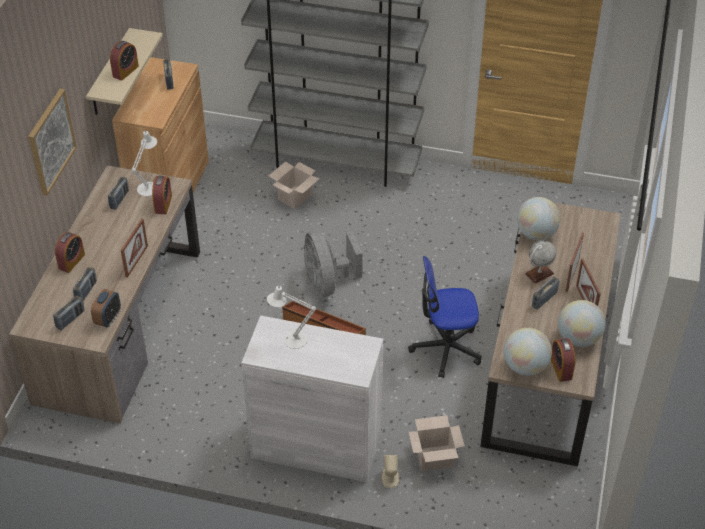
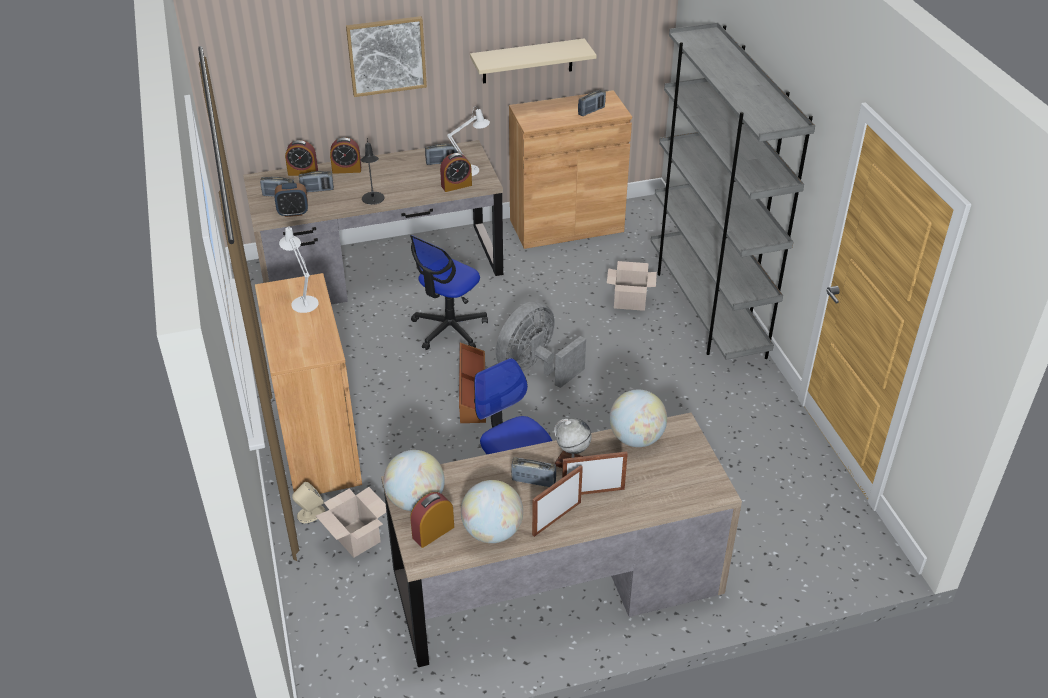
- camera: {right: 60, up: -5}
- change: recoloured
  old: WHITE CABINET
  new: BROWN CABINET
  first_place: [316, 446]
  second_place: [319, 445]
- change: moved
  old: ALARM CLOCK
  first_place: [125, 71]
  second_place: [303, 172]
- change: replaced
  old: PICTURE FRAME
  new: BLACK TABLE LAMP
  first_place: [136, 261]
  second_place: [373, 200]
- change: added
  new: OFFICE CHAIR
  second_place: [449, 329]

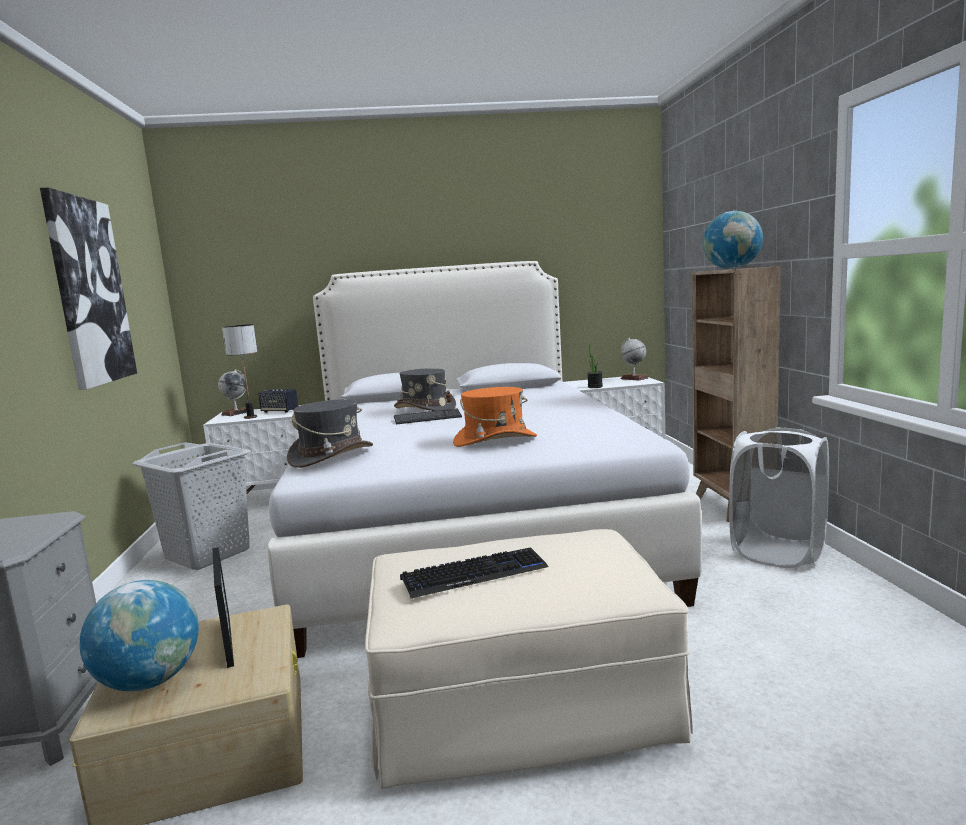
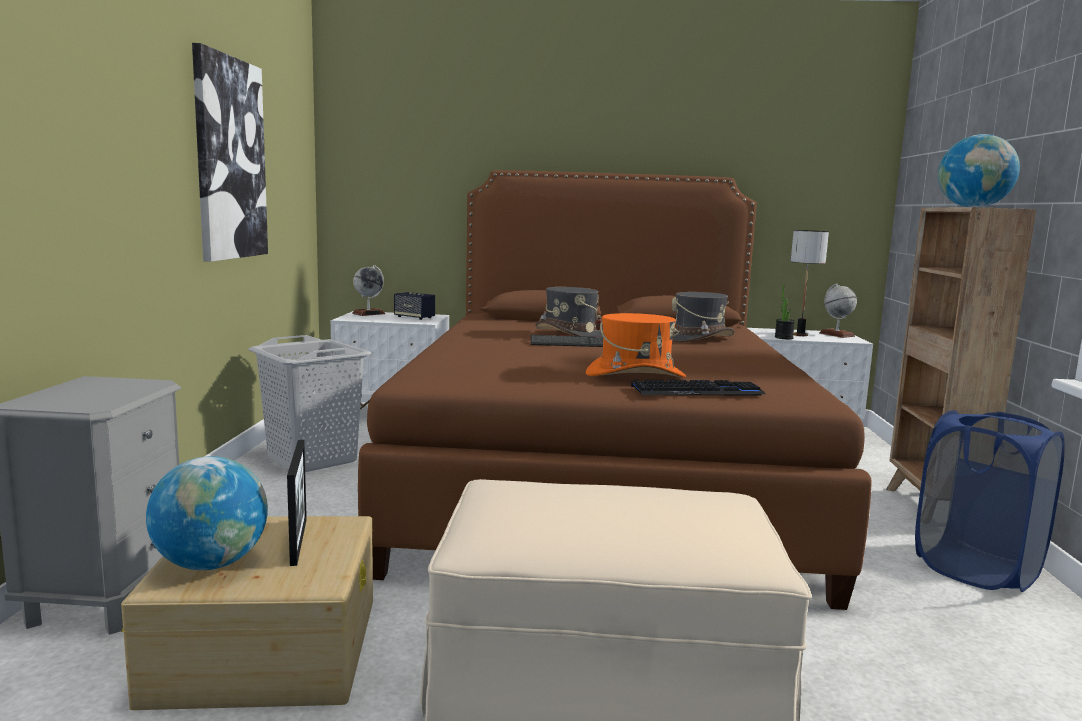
- camera: {right: 10, up: 0}
- change: recoloured
  old: WHITE BED
  new: BROWN BED
  first_place: [467, 528]
  second_place: [599, 479]
- change: moved
  old: KEYBOARD
  first_place: [474, 574]
  second_place: [697, 391]
- change: moved
  old: GREY HAT
  first_place: [331, 456]
  second_place: [698, 338]
- change: moved
  old: TABLE LAMP
  first_place: [251, 417]
  second_place: [800, 335]
- change: recoloured
  old: WHITE LAUNDRY BASKET
  new: BLUE LAUNDRY BASKET
  first_place: [778, 553]
  second_place: [976, 569]

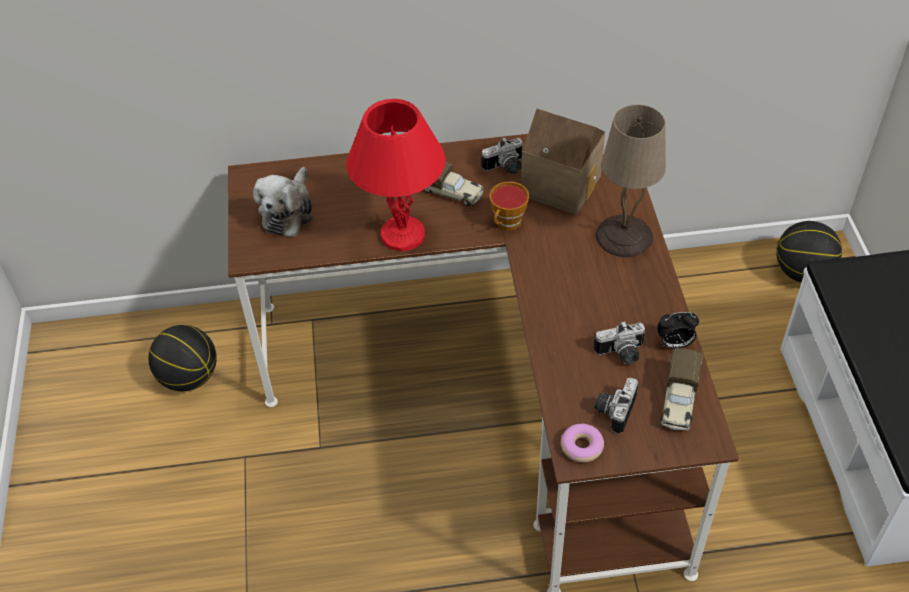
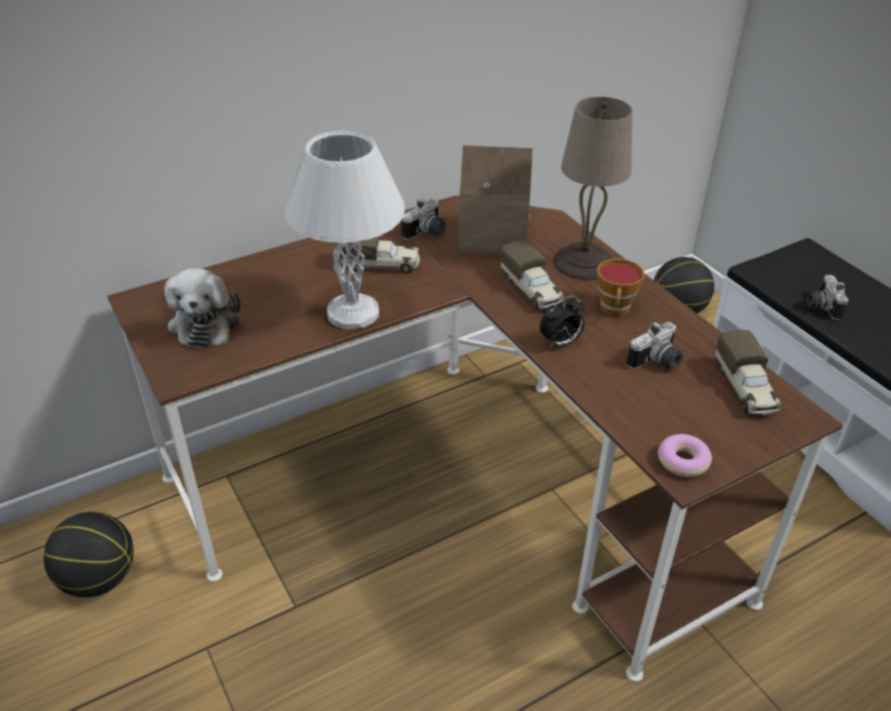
- camera: {right: -25, up: -10}
- change: recoloured
  old: RED TABLE LAMP
  new: WHITE TABLE LAMP
  first_place: [402, 236]
  second_place: [353, 314]
- change: added
  new: TOY TRUCK
  second_place: [532, 290]
- change: moved
  old: ALARM CLOCK
  first_place: [674, 344]
  second_place: [560, 343]
- change: moved
  old: CUP
  first_place: [507, 224]
  second_place: [615, 310]
- change: moved
  old: PHOTO CAMERA
  first_place: [613, 410]
  second_place: [820, 306]

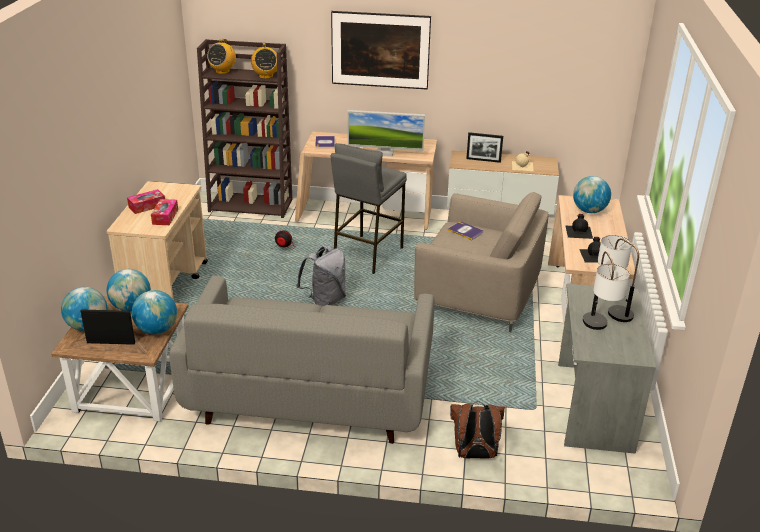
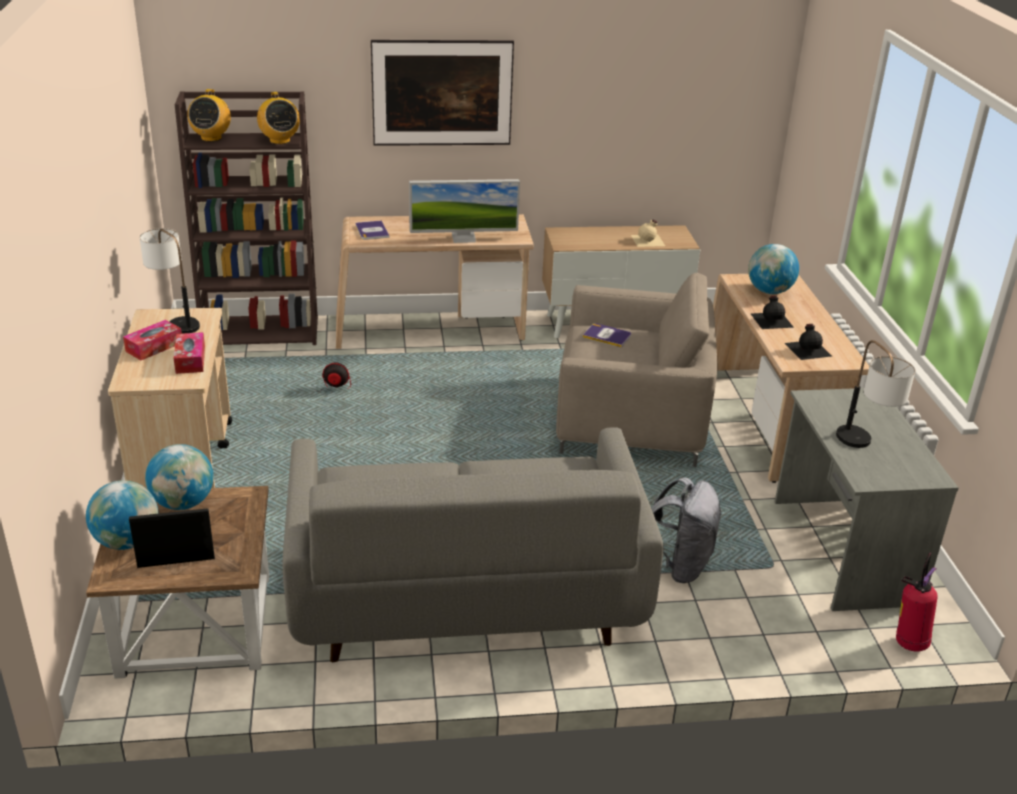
- camera: {right: -15, up: 0}
- change: moved
  old: TABLE LAMP
  first_place: [611, 308]
  second_place: [176, 321]
- change: moved
  old: GREY BACKPACK
  first_place: [325, 301]
  second_place: [678, 566]
- change: added
  new: FIRE EXTINGUISHER
  second_place: [909, 642]
- change: removed
  old: GLOBE
  first_place: [157, 330]
- change: removed
  old: GREY STOOL
  first_place: [367, 255]
- change: removed
  old: BROWN BACKPACK
  first_place: [474, 455]
- change: removed
  old: PICTURE FRAME
  first_place: [483, 160]

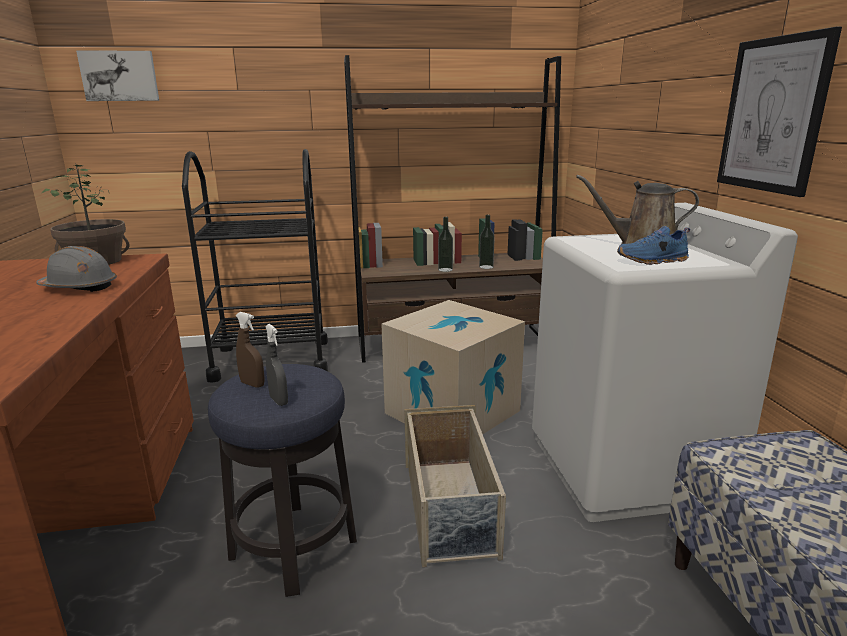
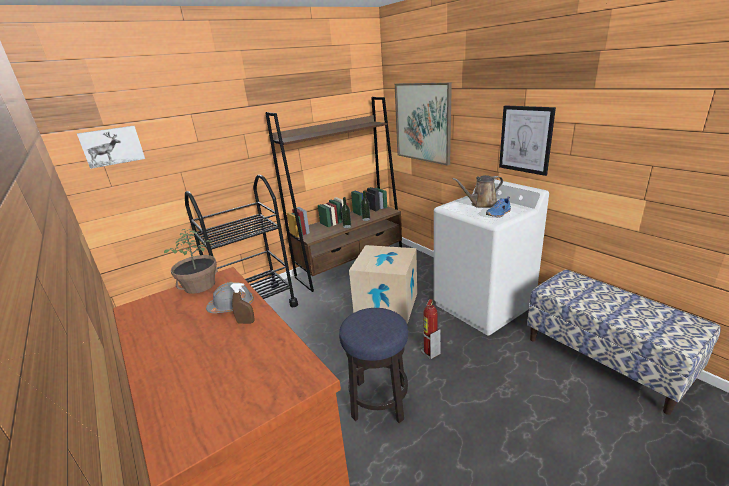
- camera: {right: -25, up: 5}
- change: moved
  old: BROWN SPRAY BOTTLE
  first_place: [252, 384]
  second_place: [246, 322]
- change: added
  new: PICTURE
  second_place: [422, 122]
- change: replaced
  old: BEIGE STORAGE BOX
  new: FIRE EXTINGUISHER
  first_place: [450, 509]
  second_place: [430, 353]
- change: removed
  old: GREY SPRAY BOTTLE
  first_place: [279, 400]

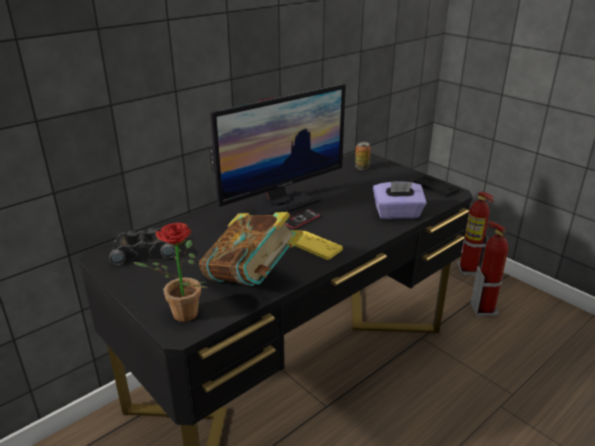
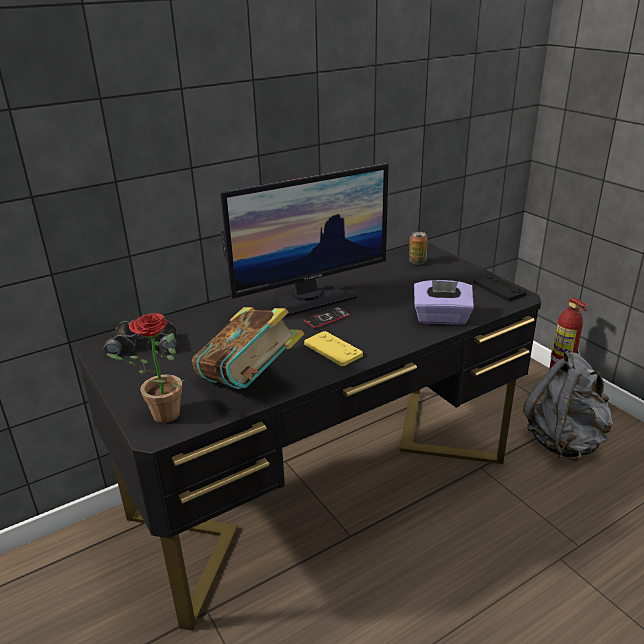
- camera: {right: 10, up: 0}
- change: replaced
  old: FIRE EXTINGUISHER
  new: GREY BACKPACK
  first_place: [483, 310]
  second_place: [565, 441]

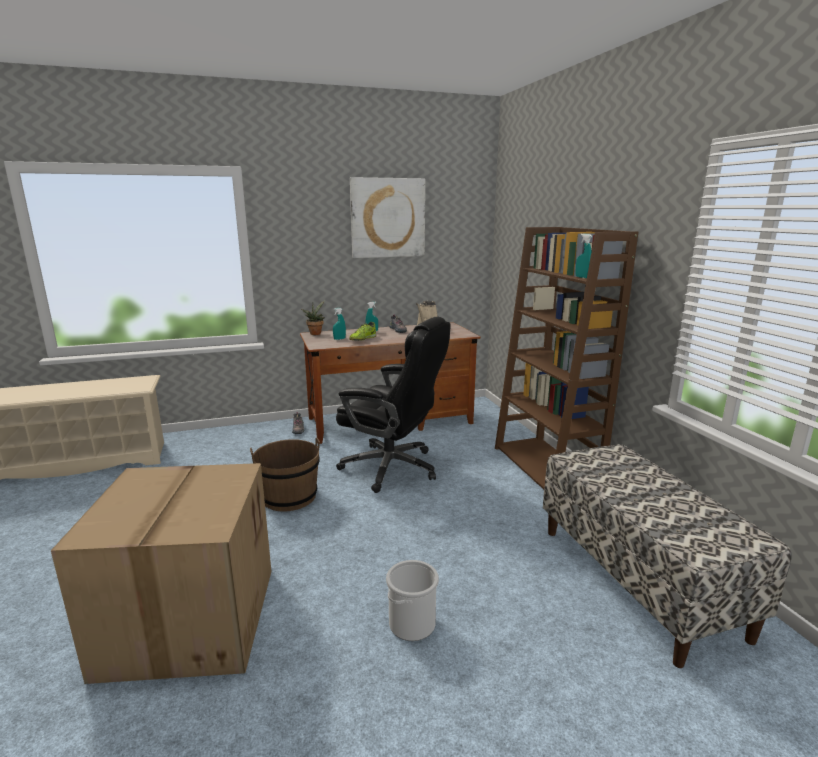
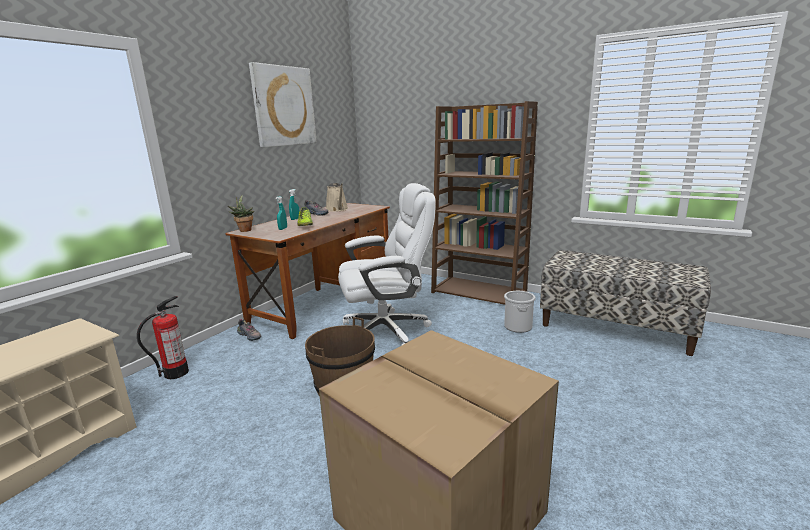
- camera: {right: -40, up: 0}
- change: added
  new: FIRE EXTINGUISHER
  second_place: [176, 373]
- change: recoloured
  old: BLACK OFFICE CHAIR
  new: WHITE OFFICE CHAIR
  first_place: [392, 468]
  second_place: [387, 331]
- change: moved
  old: BUCKET
  first_place: [412, 624]
  second_place: [518, 327]
- change: removed
  old: TURQUOISE SPRAY BOTTLE
  first_place: [582, 277]

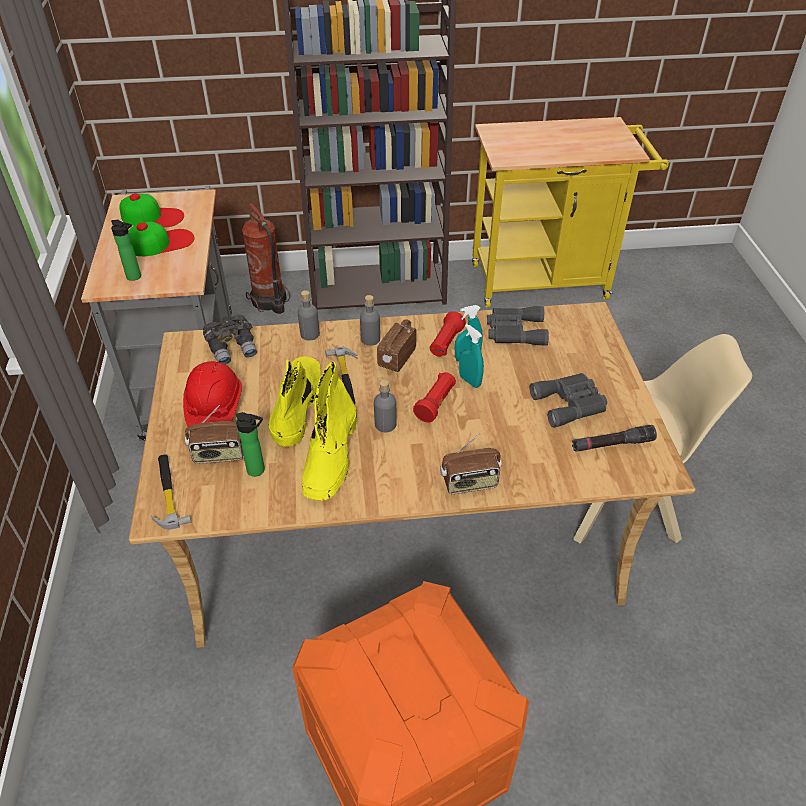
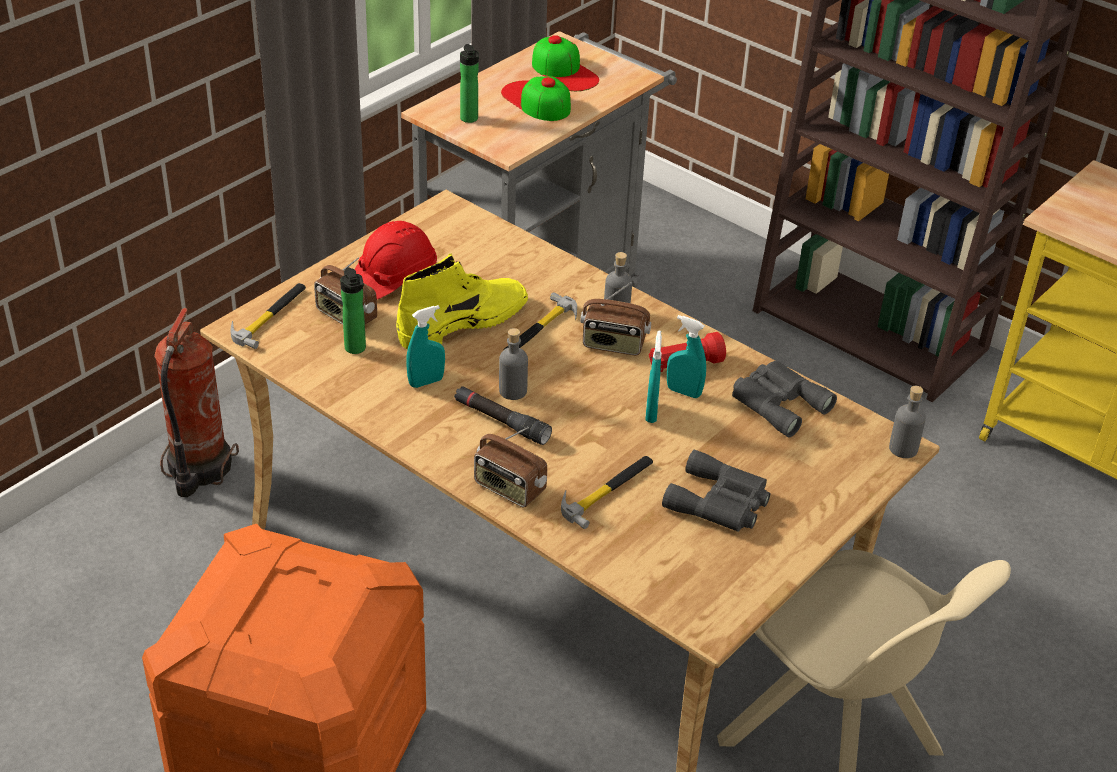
- camera: {right: 45, up: -5}
- change: moved
  old: FIRE EXTINGUISHER
  first_place: [269, 302]
  second_place: [197, 469]
- change: replaced
  old: YELLOW BOOT
  new: TURQUOISE SPRAY BOTTLE
  first_place: [330, 457]
  second_place: [426, 382]
- change: moved
  old: BLACK FLASHLIGHT
  first_place: [612, 444]
  second_place: [501, 421]
- change: turned
  old: CAP
  first_place: [161, 242]
  second_place: [536, 101]
  degrees: -150
- change: added
  new: HAMMER
  second_place: [607, 490]
- change: turned
  old: RADIO
  first_place: [396, 358]
  second_place: [613, 345]
  degrees: -150
- change: moved
  old: GREY BOTTLE
  first_place: [310, 334]
  second_place: [903, 448]
- change: removed
  old: GREY BINOCULARS
  first_place: [233, 349]
- change: removed
  old: RED FLASHLIGHT
  first_place: [436, 404]

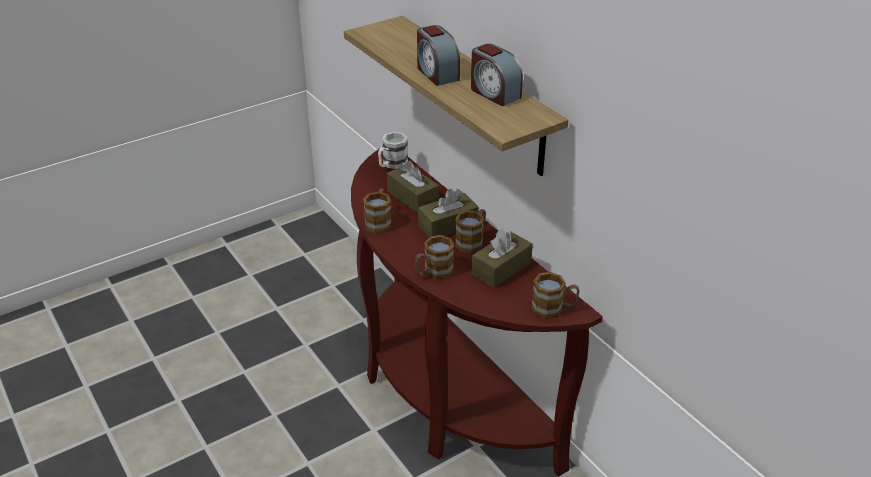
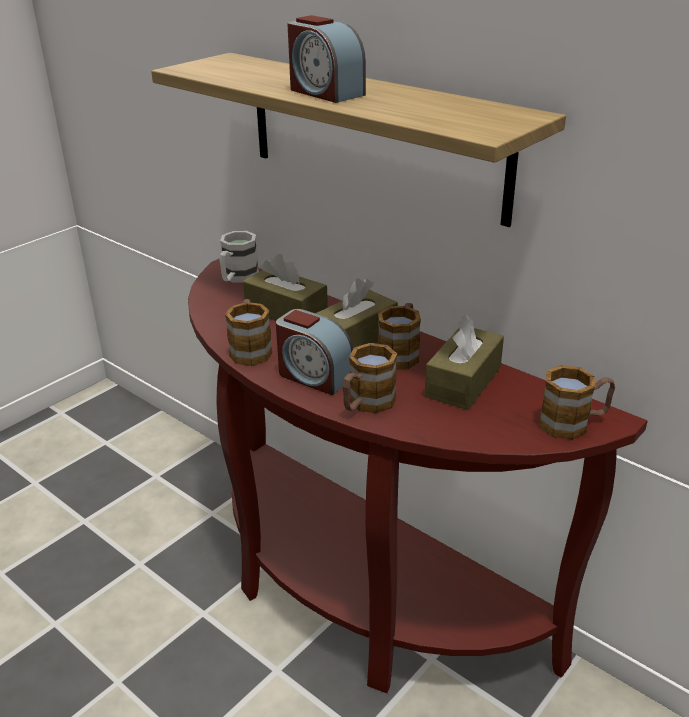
- camera: {right: -15, up: -5}
- change: moved
  old: ALARM CLOCK
  first_place: [494, 93]
  second_place: [314, 376]

